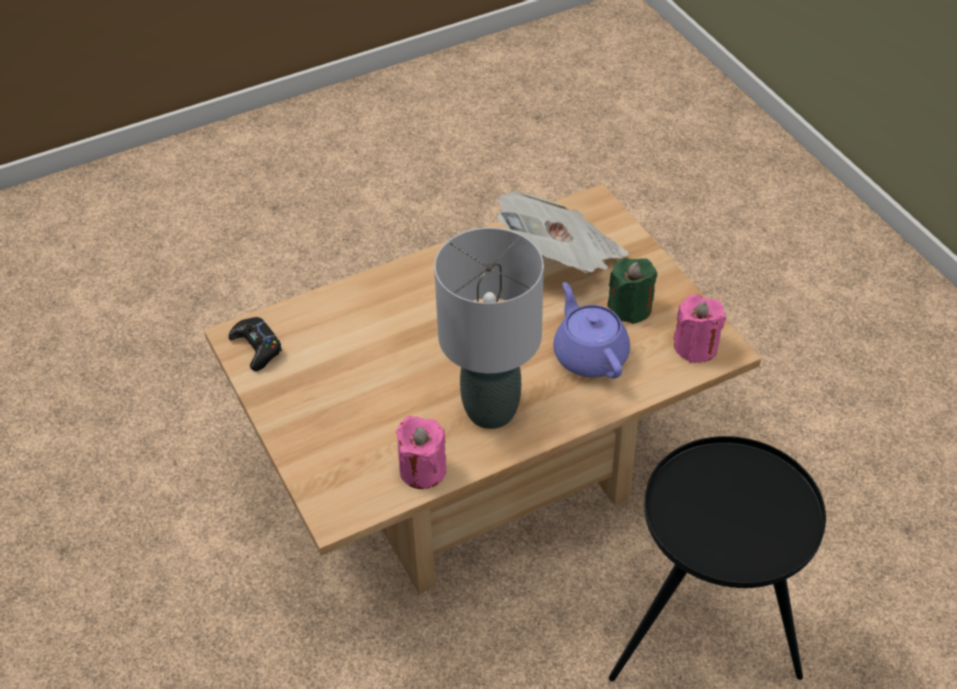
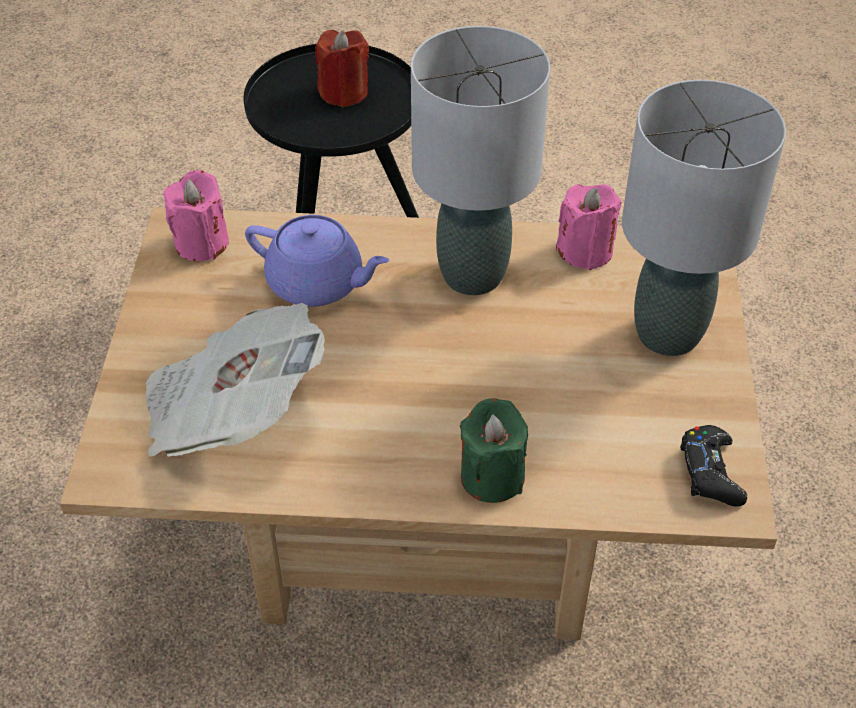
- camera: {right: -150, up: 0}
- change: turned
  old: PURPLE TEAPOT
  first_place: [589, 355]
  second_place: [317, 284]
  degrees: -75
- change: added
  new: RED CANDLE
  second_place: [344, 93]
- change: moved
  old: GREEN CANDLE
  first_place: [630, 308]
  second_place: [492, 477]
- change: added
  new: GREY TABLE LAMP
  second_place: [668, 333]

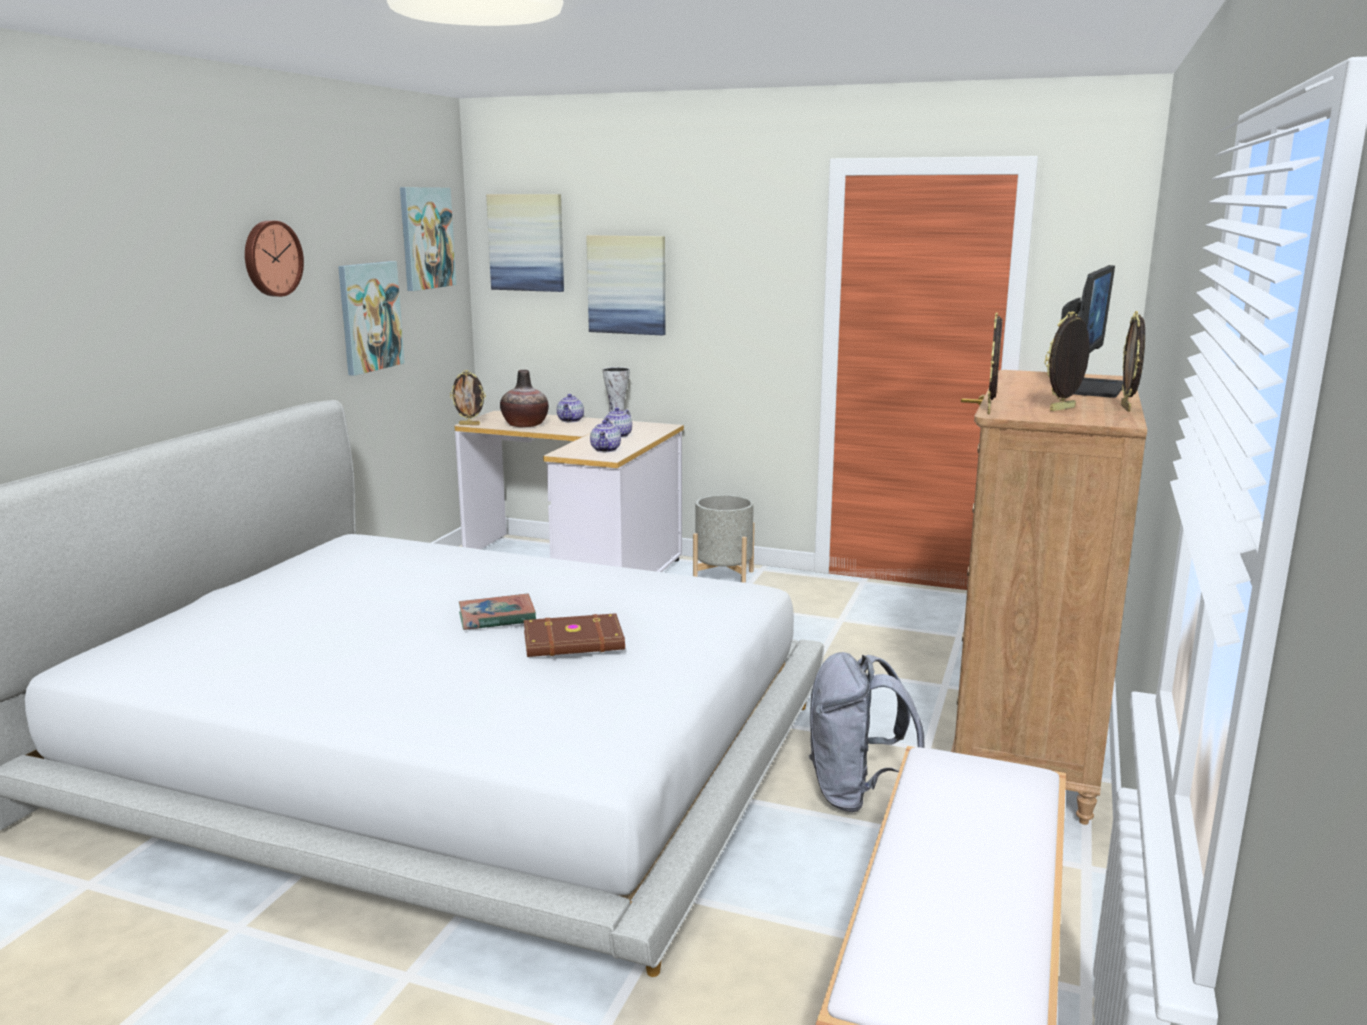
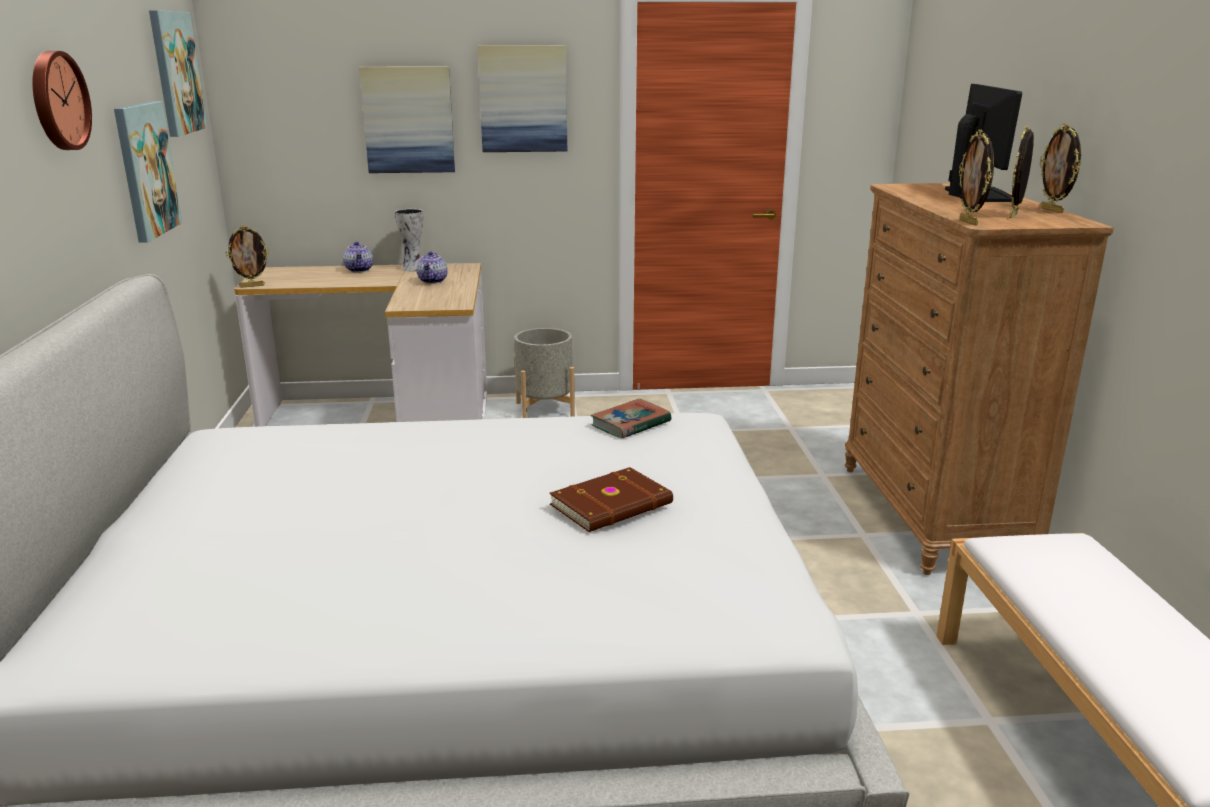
- camera: {right: -25, up: 5}
- change: moved
  old: PICTURE
  first_place: [526, 242]
  second_place: [523, 99]
- change: moved
  old: BOOK
  first_place: [497, 618]
  second_place: [631, 424]
- change: removed
  old: VASE
  first_place: [525, 425]
- change: removed
  old: TEAPOT
  first_place: [606, 450]
- change: removed
  old: GREY BACKPACK
  first_place: [856, 793]

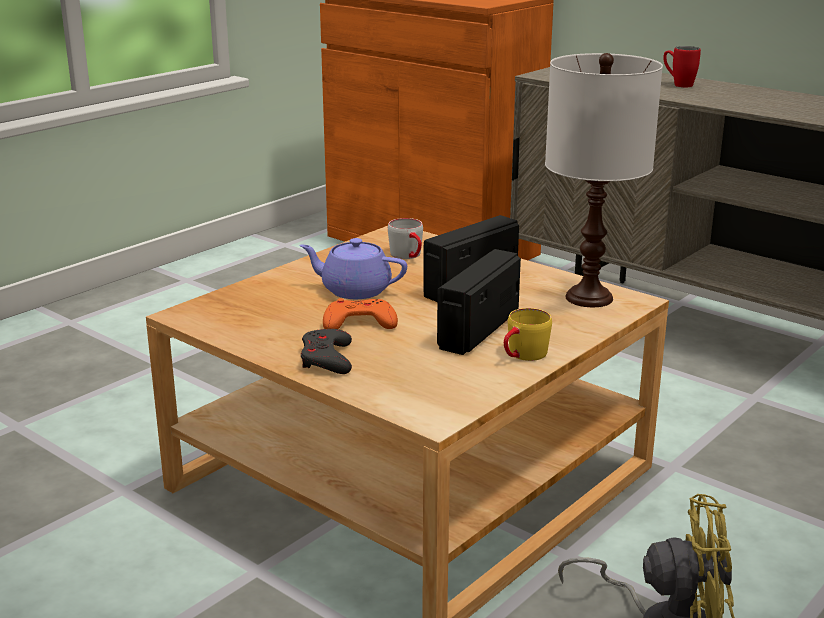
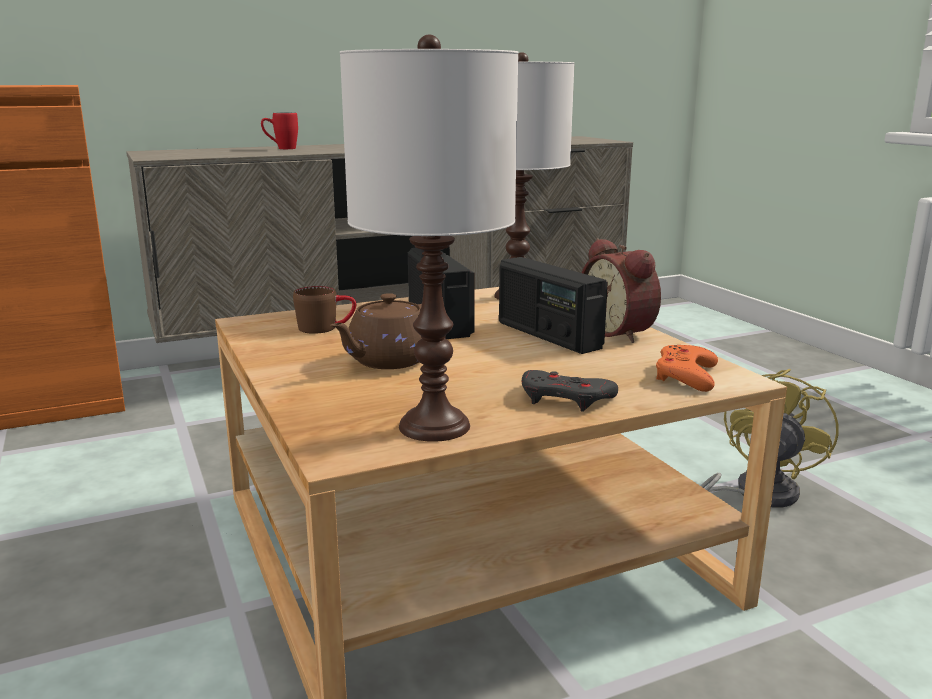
- camera: {right: -65, up: -5}
- change: recoloured
  old: GREY MUG
  new: BROWN MUG
  first_place: [409, 256]
  second_place: [326, 328]
- change: recoloured
  old: PURPLE TEAPOT
  new: BROWN TEAPOT
  first_place: [354, 290]
  second_place: [388, 361]
- change: added
  new: WHITE TABLE LAMP
  second_place: [433, 426]
- change: replaced
  old: YELLOW MUG
  new: ALARM CLOCK
  first_place: [523, 356]
  second_place: [620, 332]
- change: moved
  old: ORANGE GAME CONTROLLER
  first_place: [359, 322]
  second_place: [686, 375]

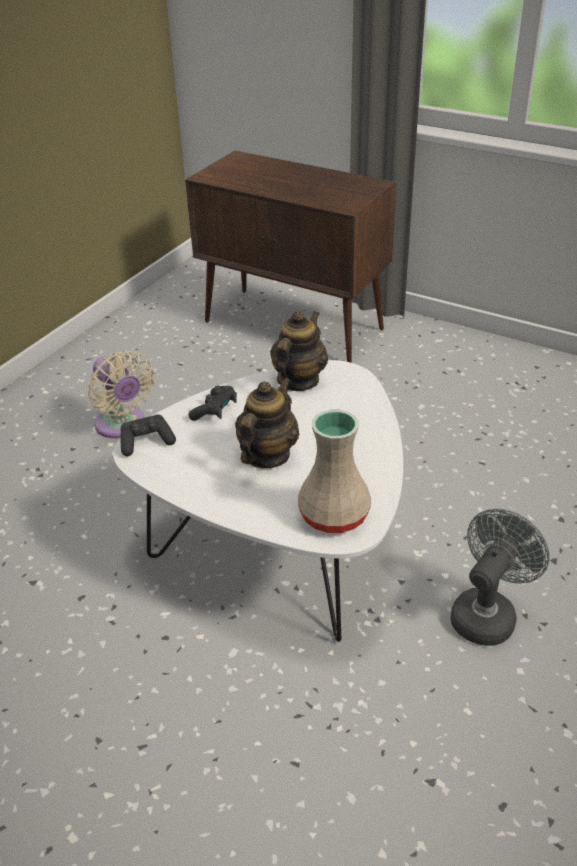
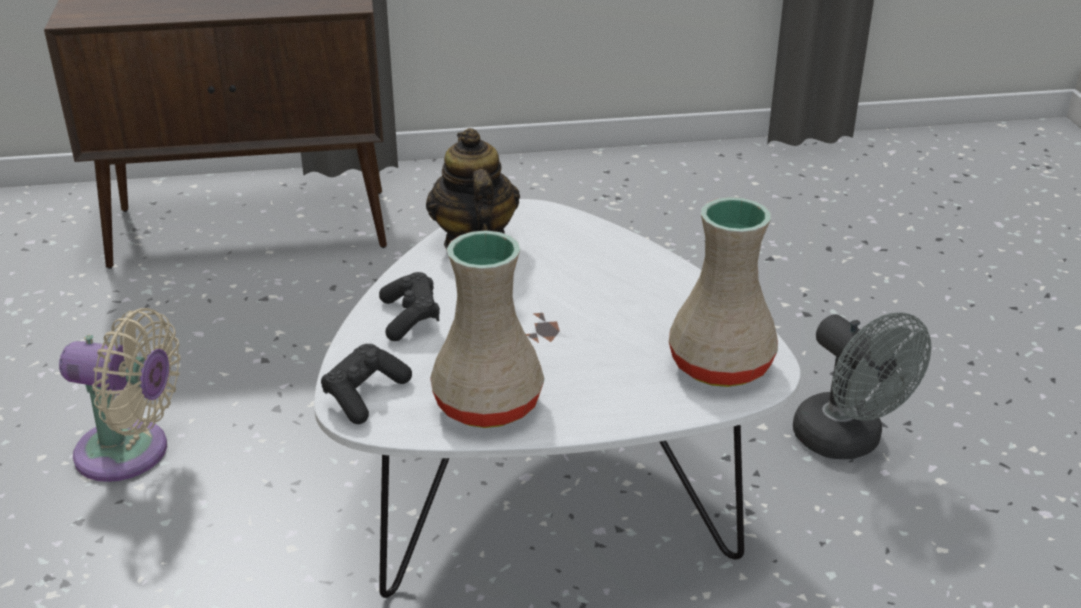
- camera: {right: -40, up: -5}
- change: added
  new: BEIGE VASE
  second_place: [485, 405]
- change: turned
  old: GREY FAN
  first_place: [487, 613]
  second_place: [847, 442]
  degrees: 150
- change: removed
  old: TEAPOT
  first_place: [267, 456]

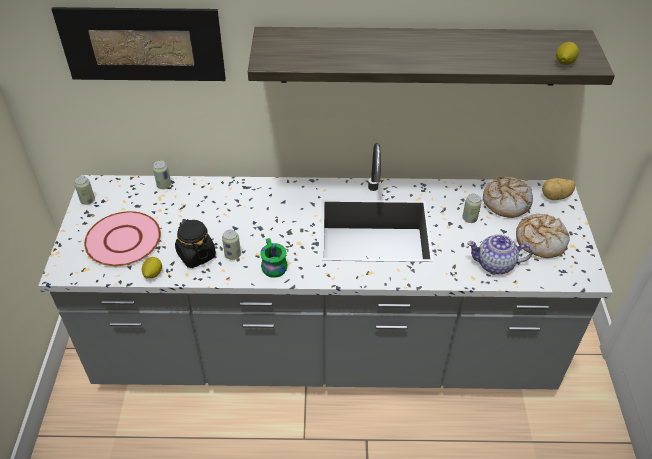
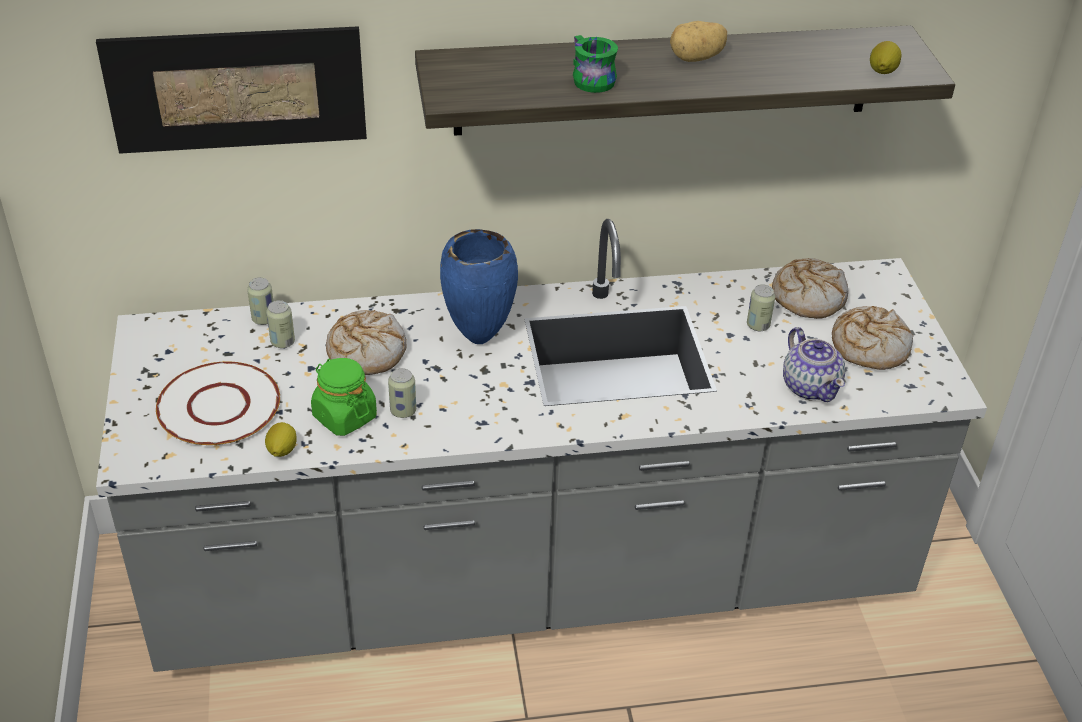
- camera: {right: -10, up: -5}
- change: recoloured
  old: PINK PLATE
  new: WHITE PLATE
  first_place: [123, 240]
  second_place: [219, 407]
- change: moved
  old: CAN
  first_place: [87, 200]
  second_place: [282, 342]
- change: recoloured
  old: BLACK JAR
  new: GREEN JAR
  first_place: [196, 255]
  second_place: [344, 416]
- change: added
  new: BREAD
  second_place: [366, 351]
- change: added
  new: BLUE VASE
  second_place: [478, 339]
- change: moved
  old: GREEN MUG
  first_place: [271, 265]
  second_place: [588, 79]
- change: moved
  old: POTATO
  first_place: [556, 197]
  second_place: [697, 58]
- change: turned
  old: TEAPOT
  first_place: [495, 264]
  second_place: [810, 386]
  degrees: -105

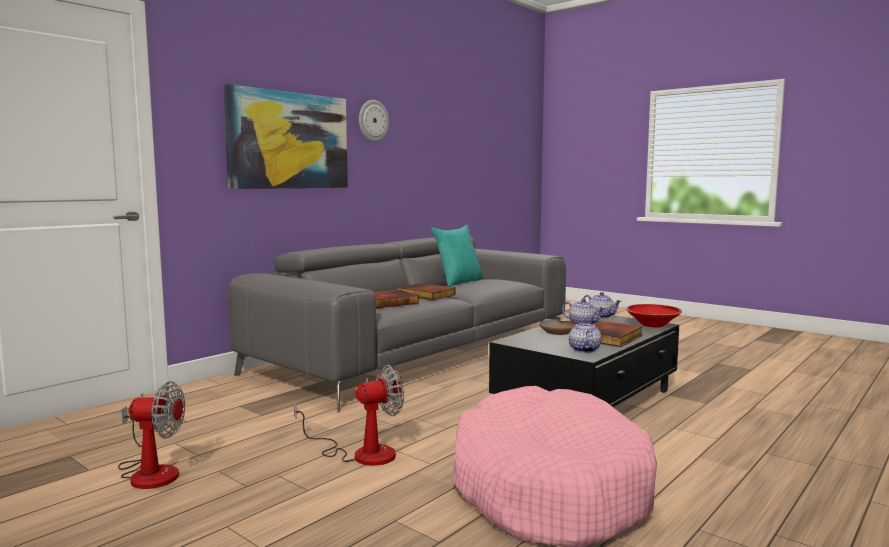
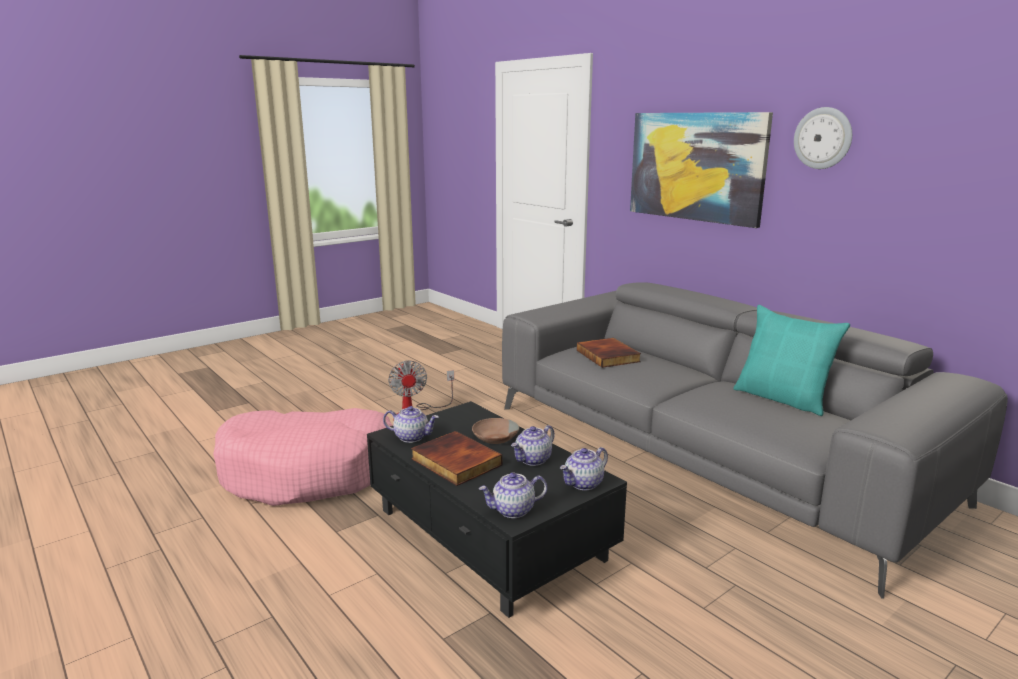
- camera: {right: 100, up: 10}
- change: replaced
  old: RED BOWL
  new: TEAPOT
  first_place: [653, 325]
  second_place: [513, 510]
- change: removed
  old: FAN
  first_place: [150, 472]
- change: removed
  old: BOOK
  first_place: [425, 295]

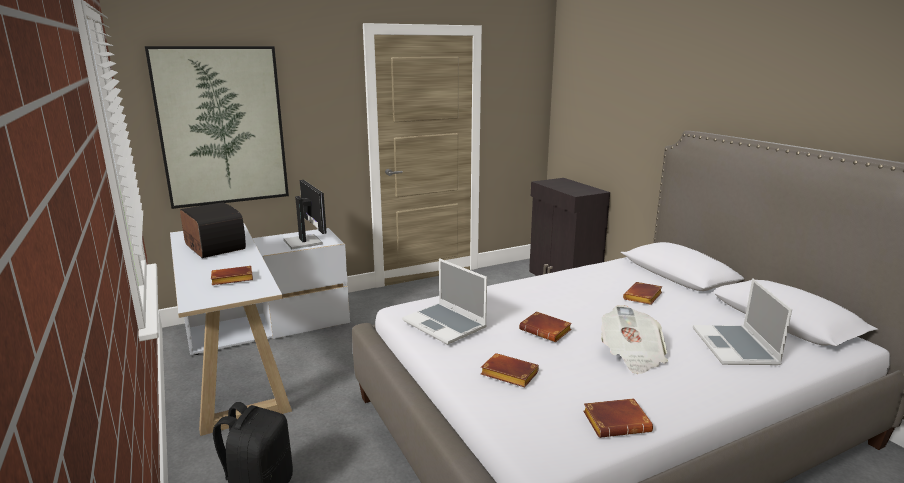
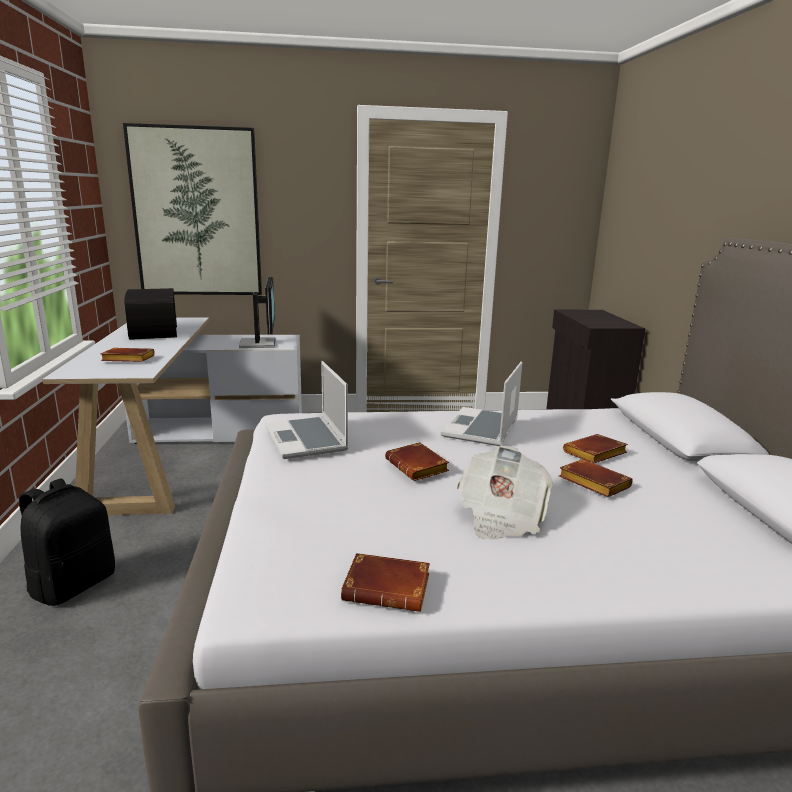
- camera: {right: 20, up: 0}
- change: moved
  old: LAPTOP
  first_place: [736, 347]
  second_place: [481, 429]
- change: moved
  old: BROWN BOOK
  first_place: [507, 375]
  second_place: [591, 483]

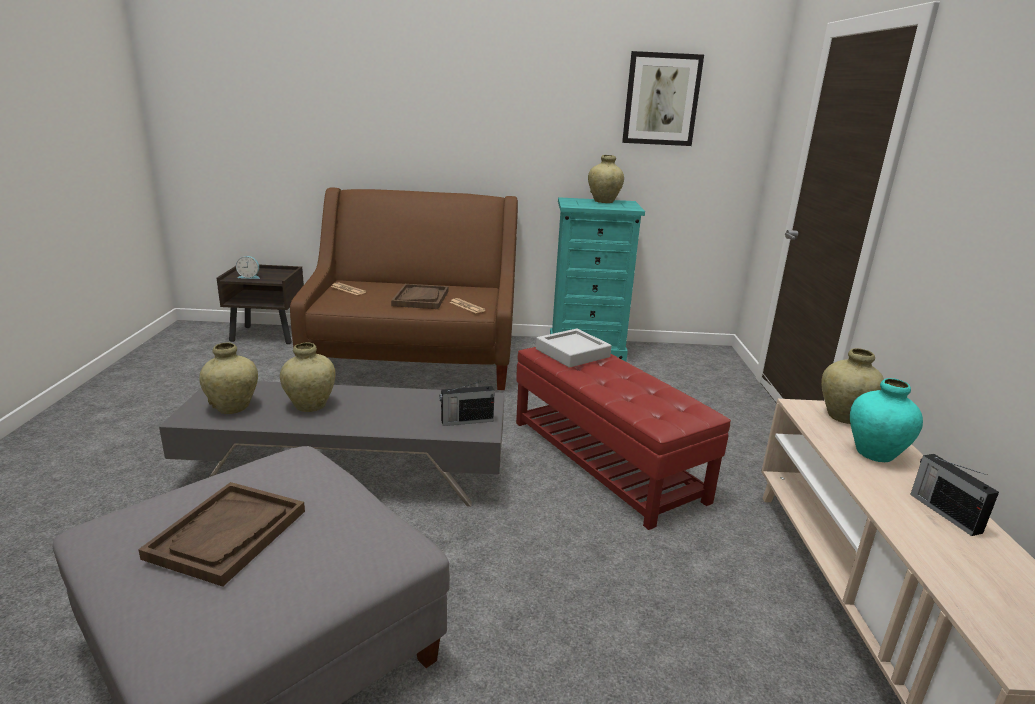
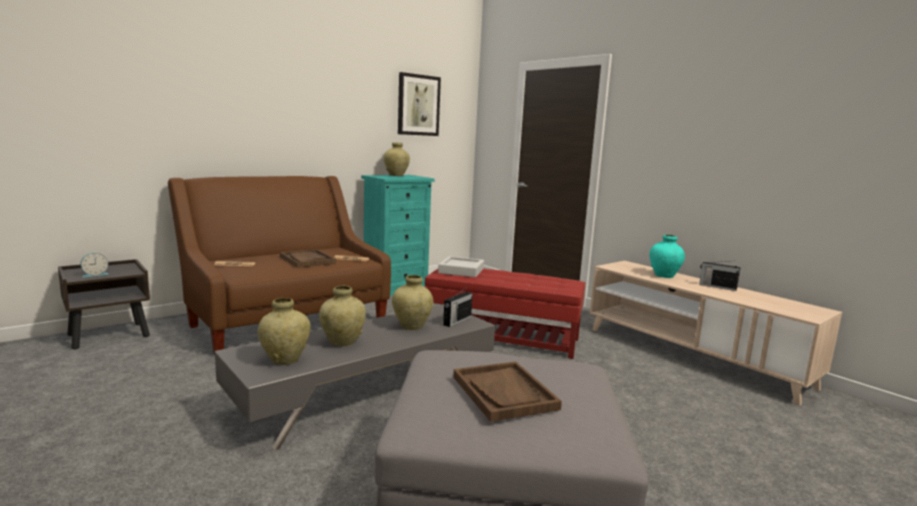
- camera: {right: -40, up: -10}
- change: moved
  old: BEIGE VASE
  first_place: [843, 417]
  second_place: [411, 326]

